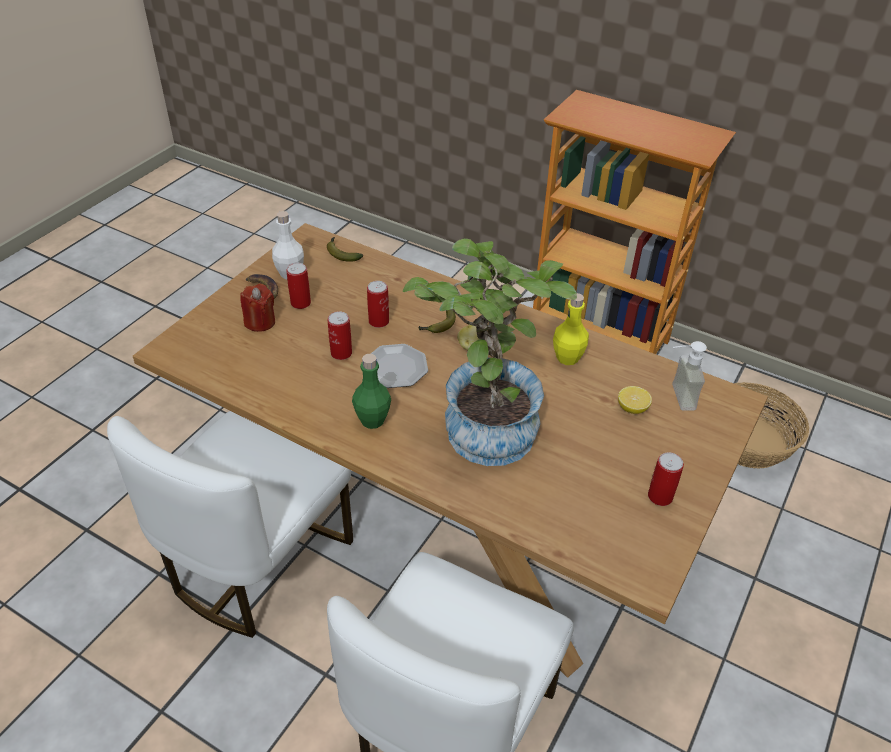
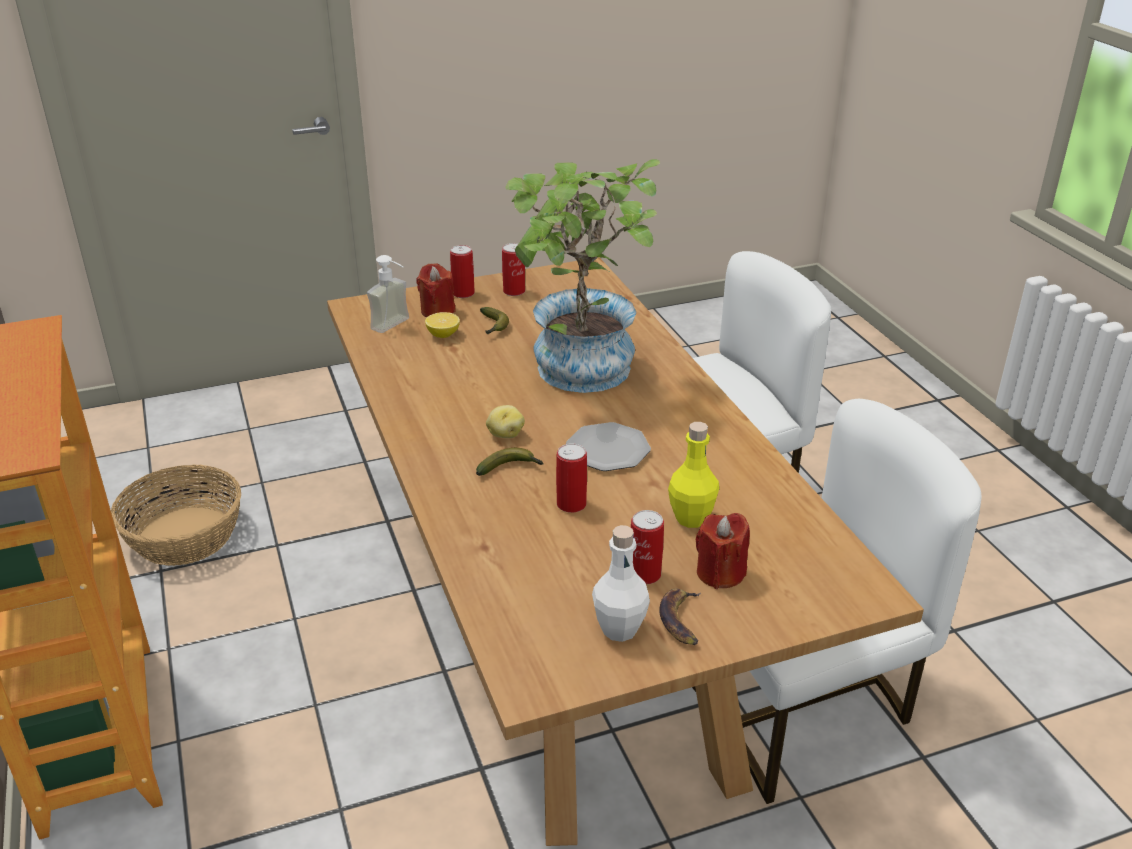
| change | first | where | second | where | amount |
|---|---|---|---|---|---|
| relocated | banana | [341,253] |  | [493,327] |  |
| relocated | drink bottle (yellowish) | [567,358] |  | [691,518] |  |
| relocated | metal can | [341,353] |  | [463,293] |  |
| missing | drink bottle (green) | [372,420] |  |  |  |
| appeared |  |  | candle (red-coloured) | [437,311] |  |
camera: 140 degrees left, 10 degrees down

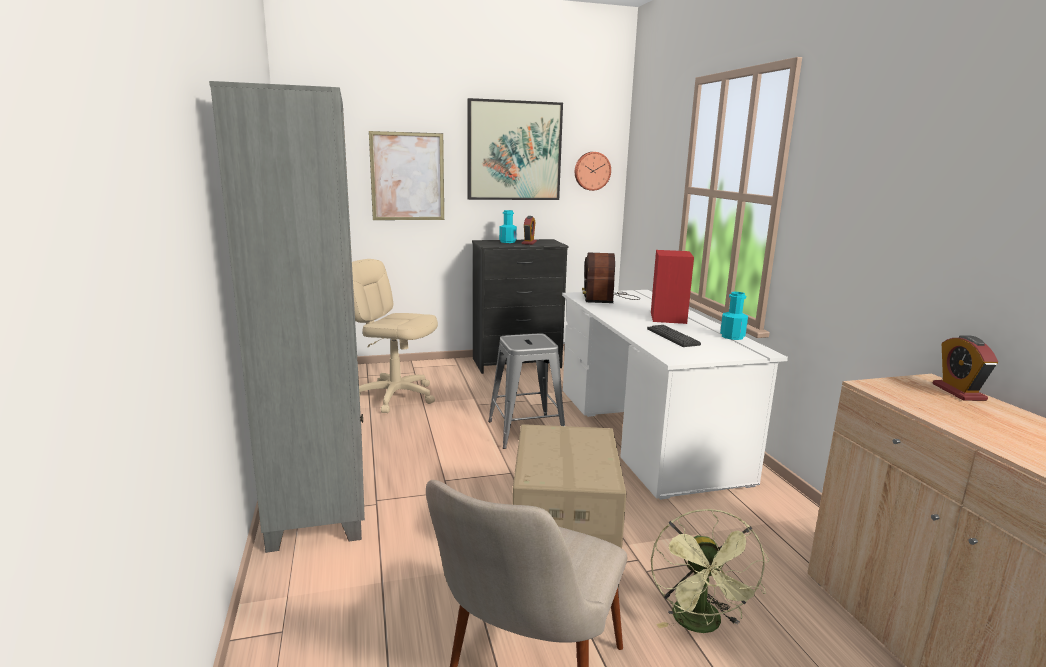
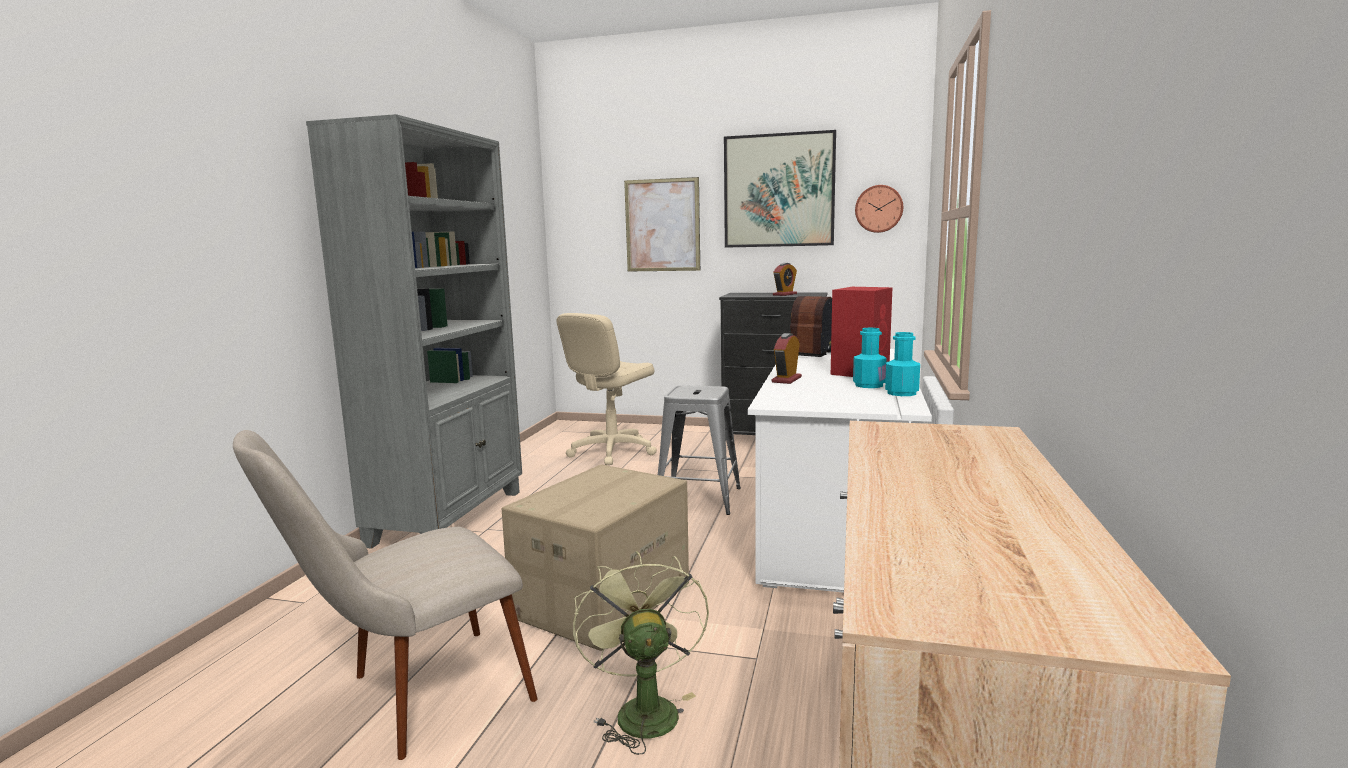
| change | first | where | second | where | amount |
|---|---|---|---|---|---|
| relocated | drink bottle (turquoise) | [507,242] |  | [869,385] |  |
| spun | office chair (sand-coloured) | [395,396] |  | [611,451] | 105 degrees counterclockwise |
| missing | keyboard | [672,336] |  |  |  |
| relocated | bedside clock | [958,392] |  | [786,379] |  |
| spun | fan (green) | [701,625] |  | [642,709] | 135 degrees clockwise |
camera: 30 degrees right, 5 degrees down

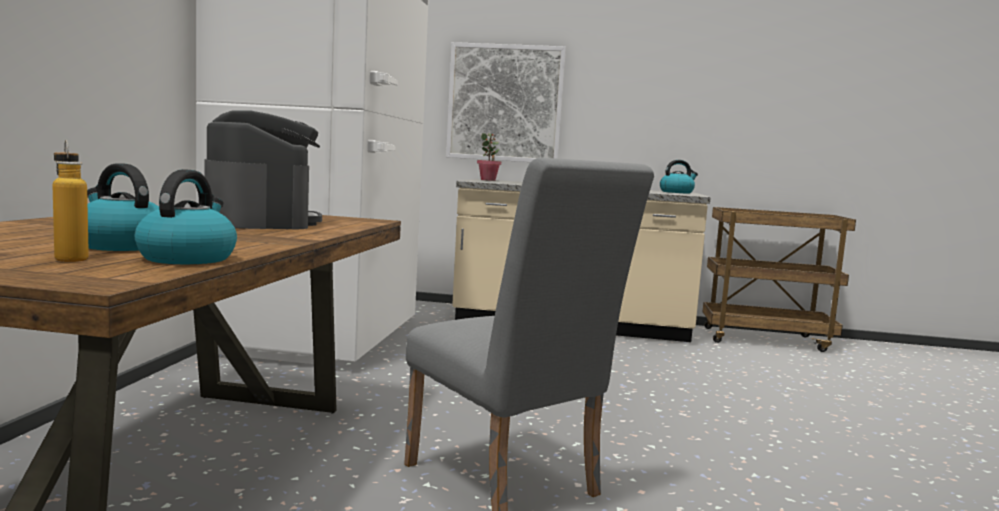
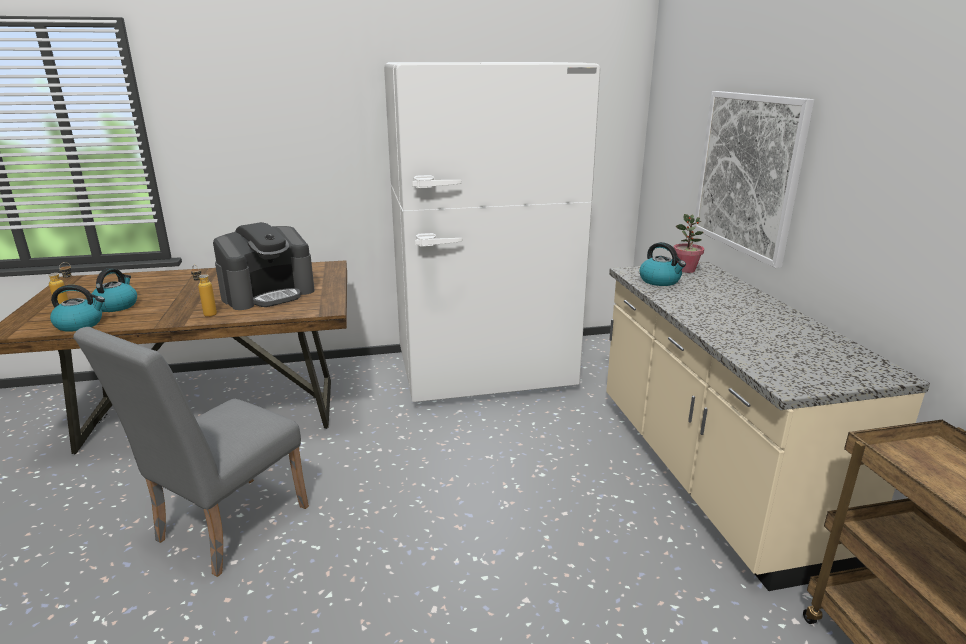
| change | first | where | second | where | amount |
|---|---|---|---|---|---|
| relocated | tea kettle | [677,192] |  | [660,281] |  |
| appeared |  |  | drink bottle | [207,313] |  |
camera: 70 degrees right, 15 degrees up

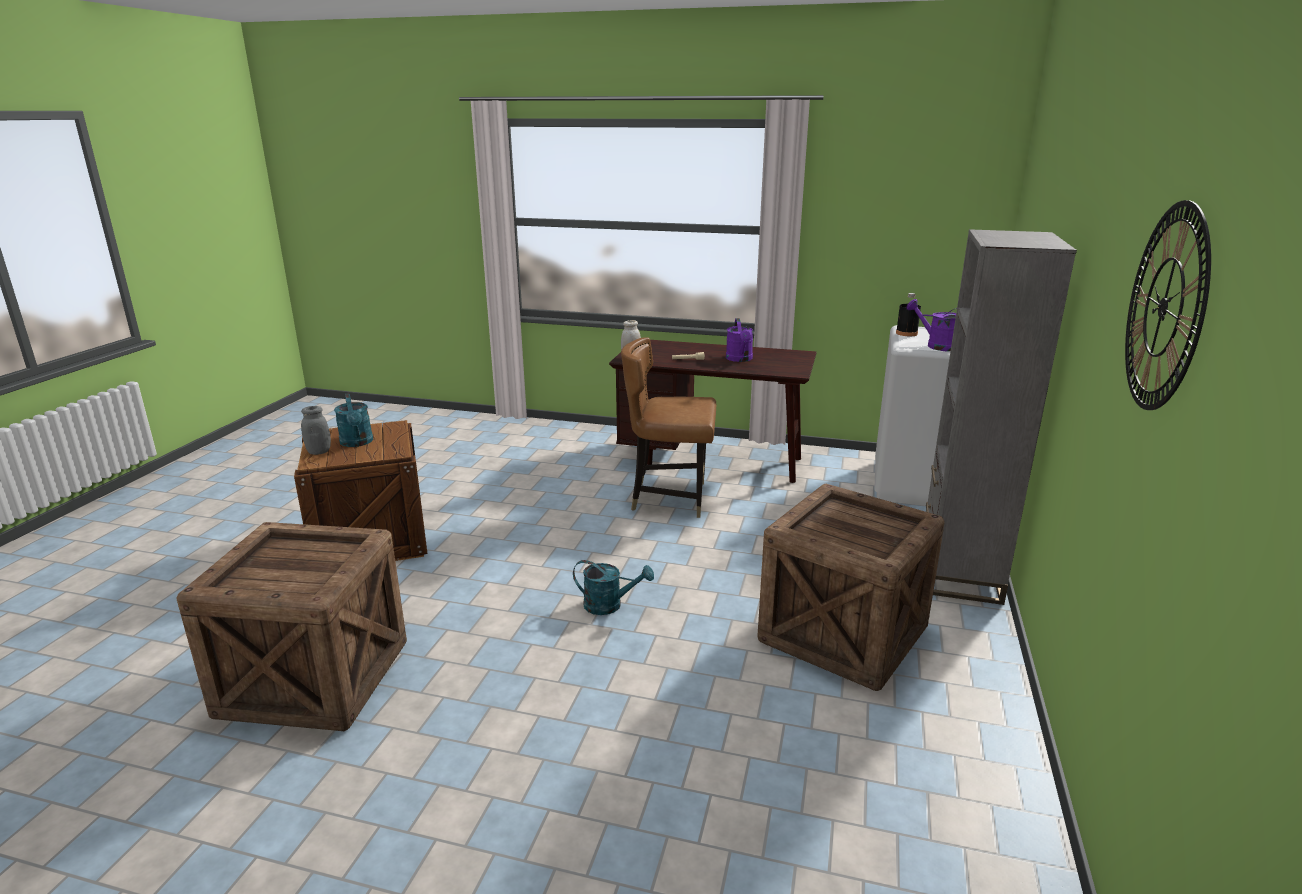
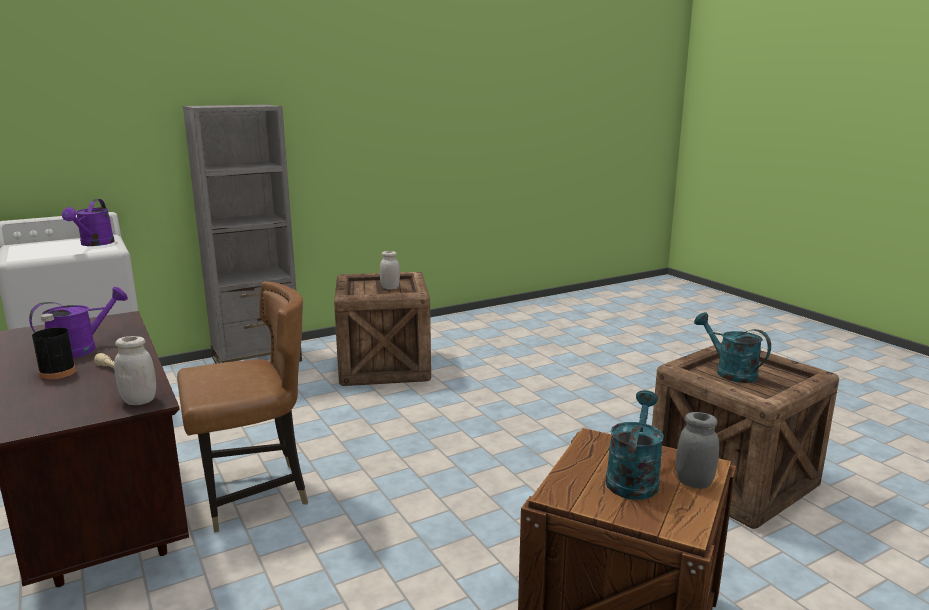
| change | first | where | second | where | amount |
|---|---|---|---|---|---|
| missing | wall clock | [1164,307] |  |  |  |
| relocated | drink bottle (black) | [906,333] |  | [57,373] |  |
| spun | chair (brownish) | [669,498] |  | [254,494] | 75 degrees counterclockwise |
| relocated | watering pot (turquoise) | [610,605] |  | [729,372] |  |
| appeared |  |  | storage jar (whitish) | [390,288] |  |
camera: 135 degrees left, 5 degrees down

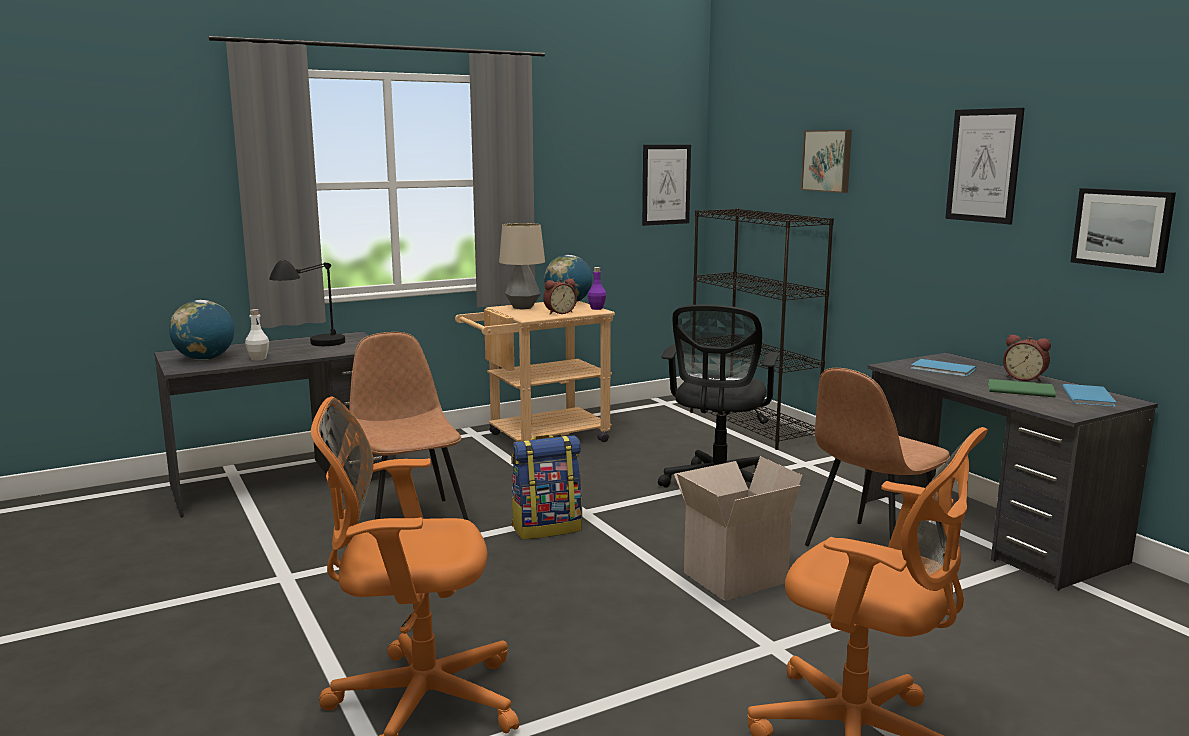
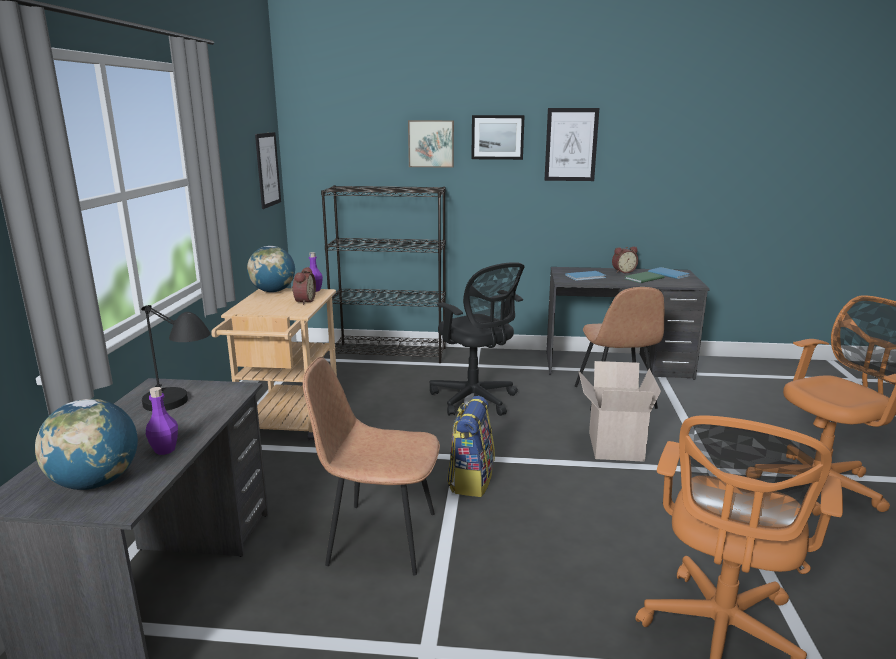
| change | first | where | second | where | amount |
|---|---|---|---|---|---|
| relocated | picture | [1122,229] |  | [497,137] |  |
| missing | tabletop lamp | [522,307] |  |  |  |
| colour | drink bottle (whitish) | [258,358] | drink bottle (purple) | [165,450] |  |
camera: 55 degrees left, 5 degrees up

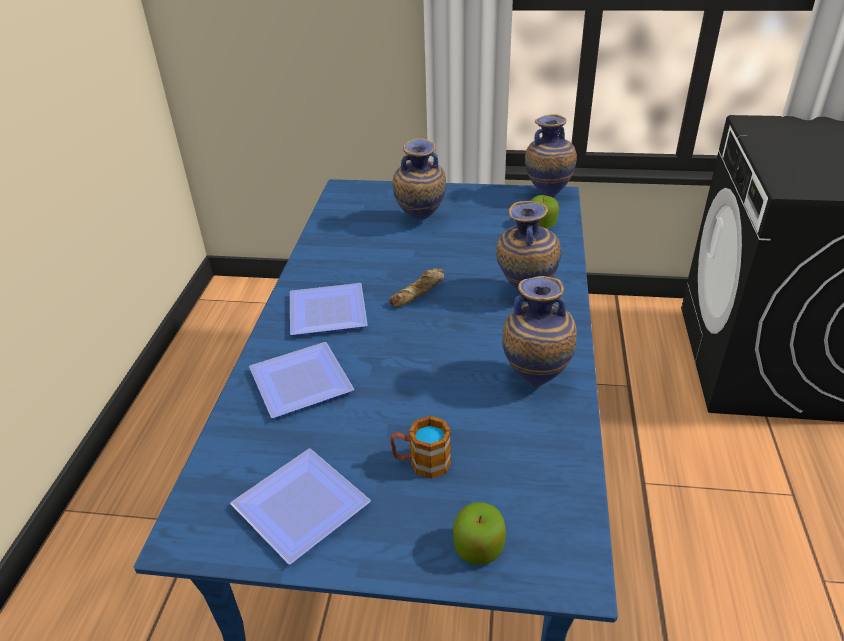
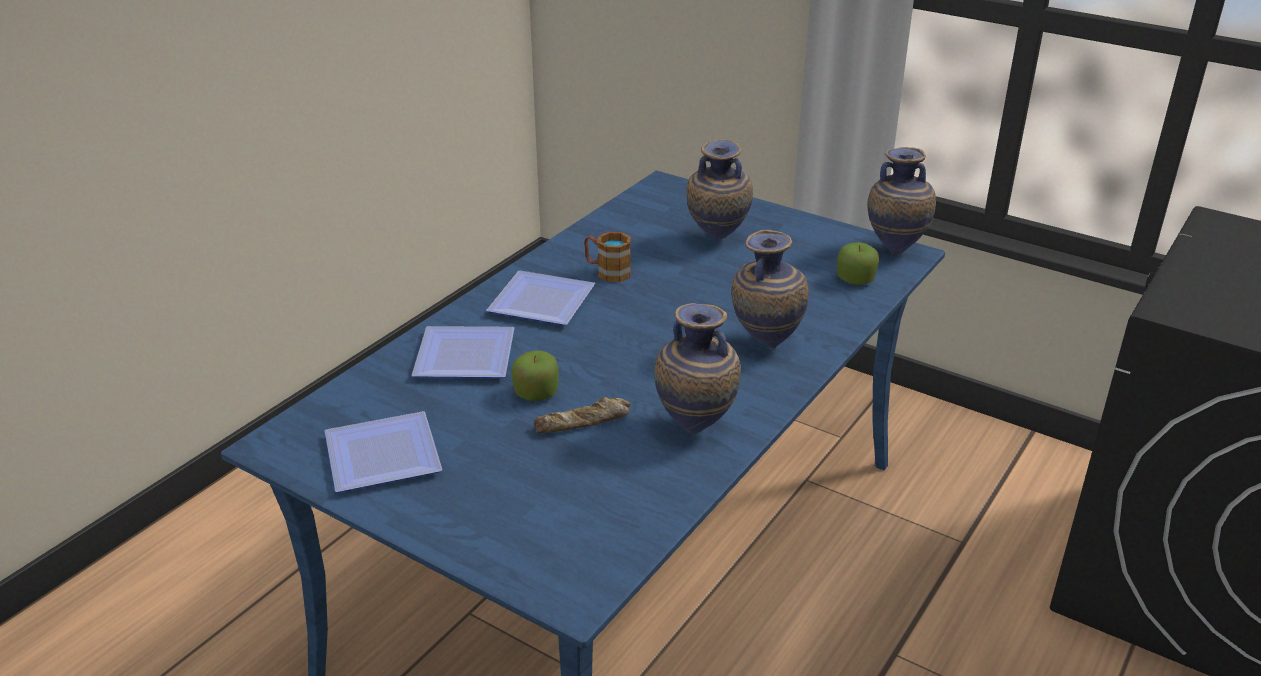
| change | first | where | second | where | amount |
|---|---|---|---|---|---|
| relocated | bakery bread | [419,292] |  | [584,422] |  |
| relocated | mug | [421,462] |  | [607,272] |  |
| relocated | whole apple | [478,547] |  | [536,393] |  |
camera: 25 degrees right, 5 degrees down

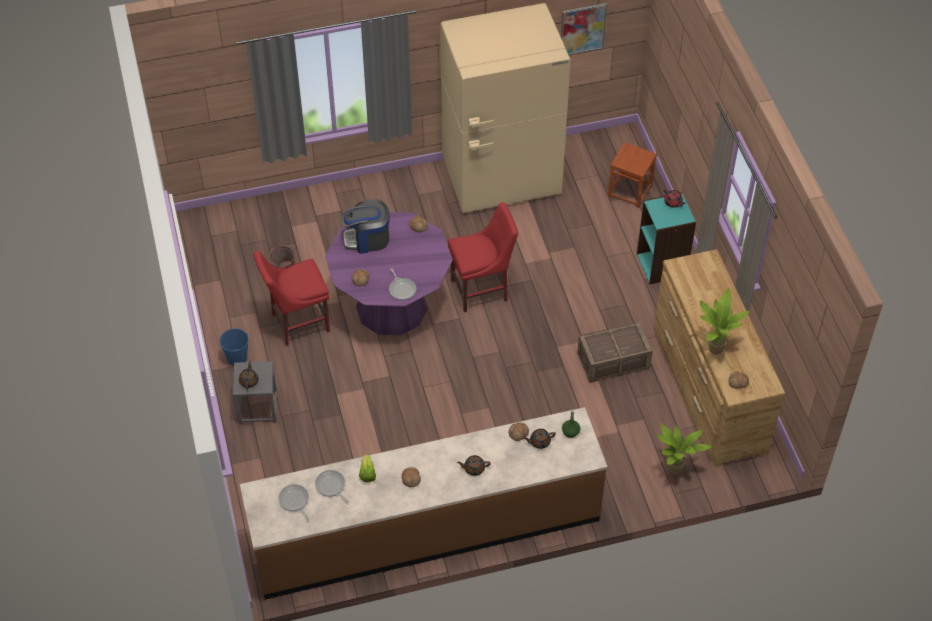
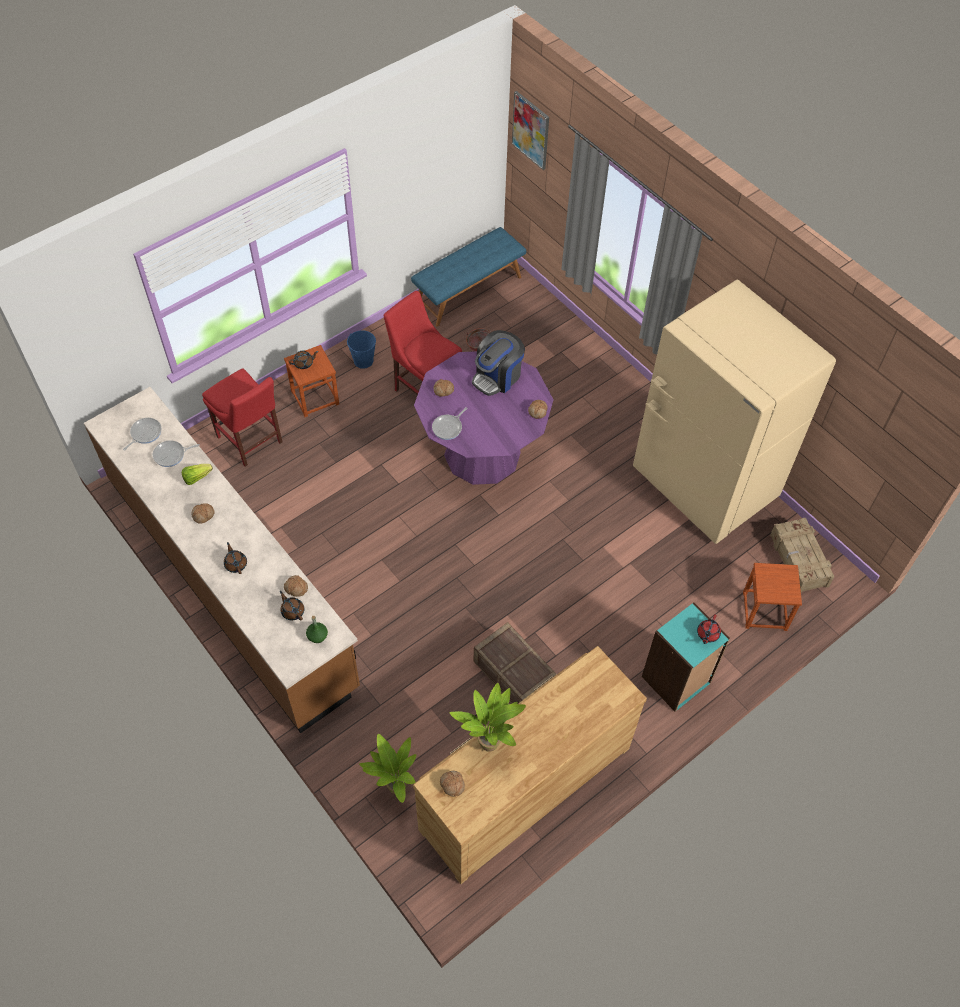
| change | first | where | second | where | amount |
|---|---|---|---|---|---|
| relocated | picture | [582,29] |  | [531,130] |  |
| spun | coffee brewer | [367,239] |  | [497,376] | 105 degrees counterclockwise |
| relocated | chair (red-coloured) | [482,290] |  | [251,442] |  |
| colour | sitting stool (grey) | [257,408] | sitting stool (brownish) | [315,397] |  |
| spun | pan | [331,486] |  | [171,455] | 135 degrees counterclockwise |
| appeared |  |  | bench (bluish) | [468,290] |  |
| appeared |  |  | packing crate | [798,561] |  |
camera: 65 degrees right, 5 degrees up

